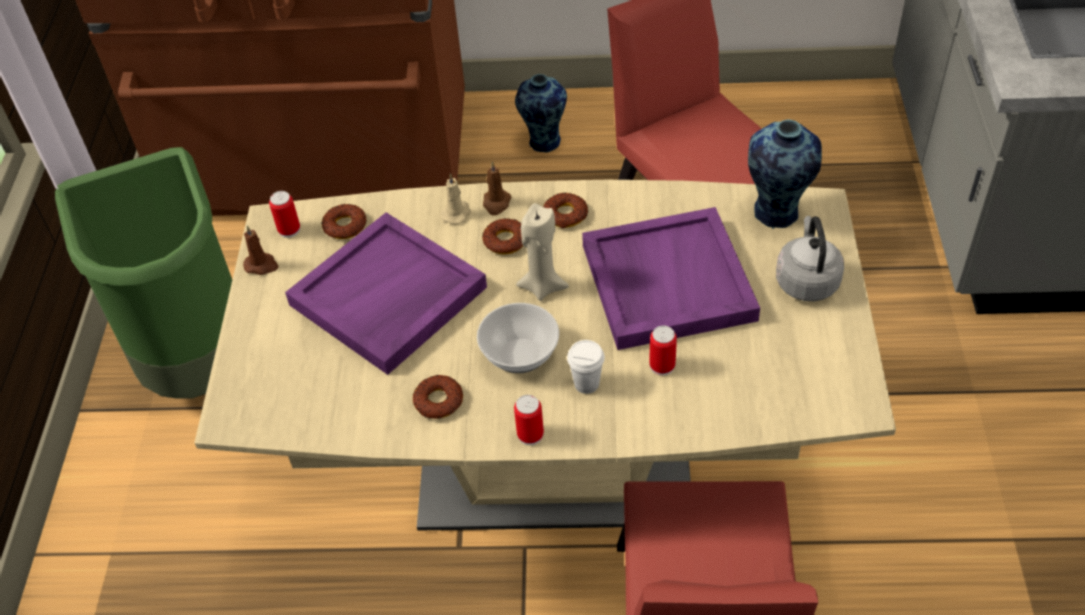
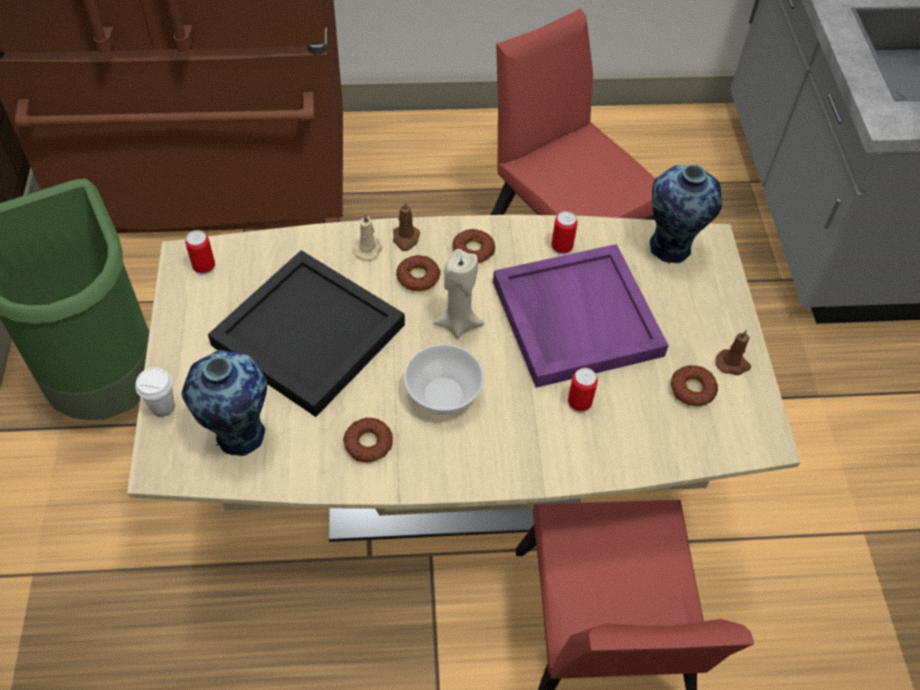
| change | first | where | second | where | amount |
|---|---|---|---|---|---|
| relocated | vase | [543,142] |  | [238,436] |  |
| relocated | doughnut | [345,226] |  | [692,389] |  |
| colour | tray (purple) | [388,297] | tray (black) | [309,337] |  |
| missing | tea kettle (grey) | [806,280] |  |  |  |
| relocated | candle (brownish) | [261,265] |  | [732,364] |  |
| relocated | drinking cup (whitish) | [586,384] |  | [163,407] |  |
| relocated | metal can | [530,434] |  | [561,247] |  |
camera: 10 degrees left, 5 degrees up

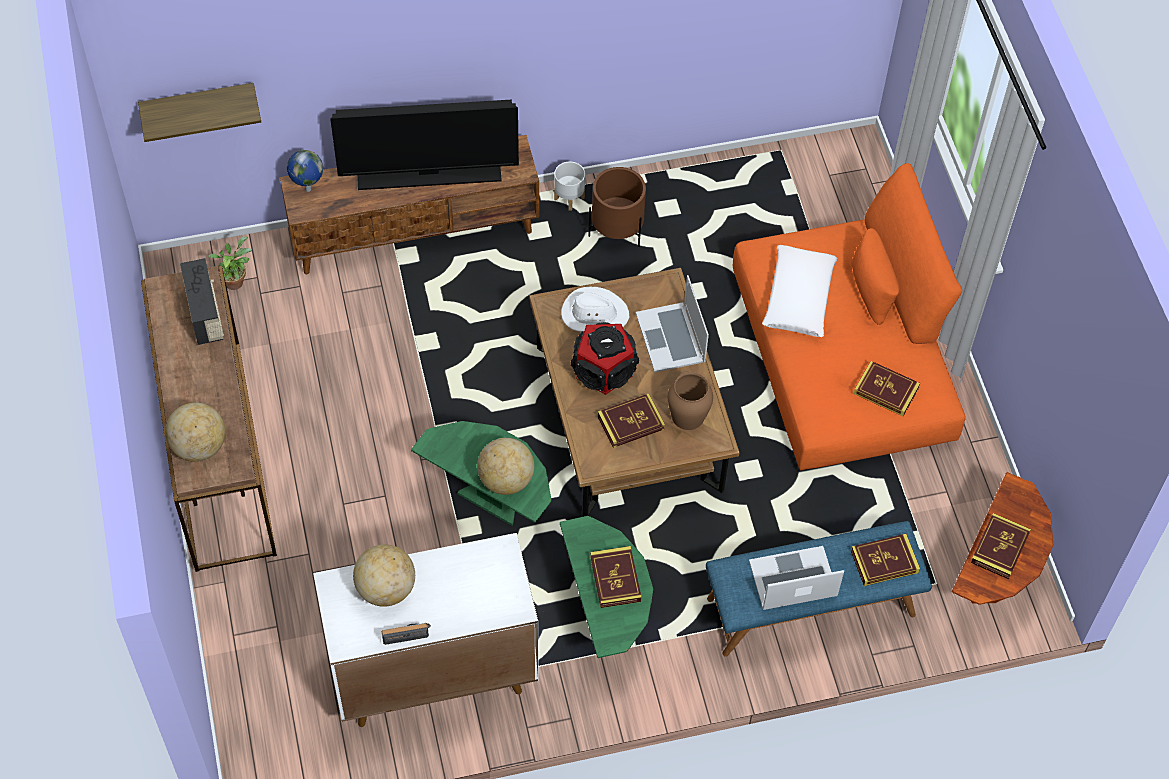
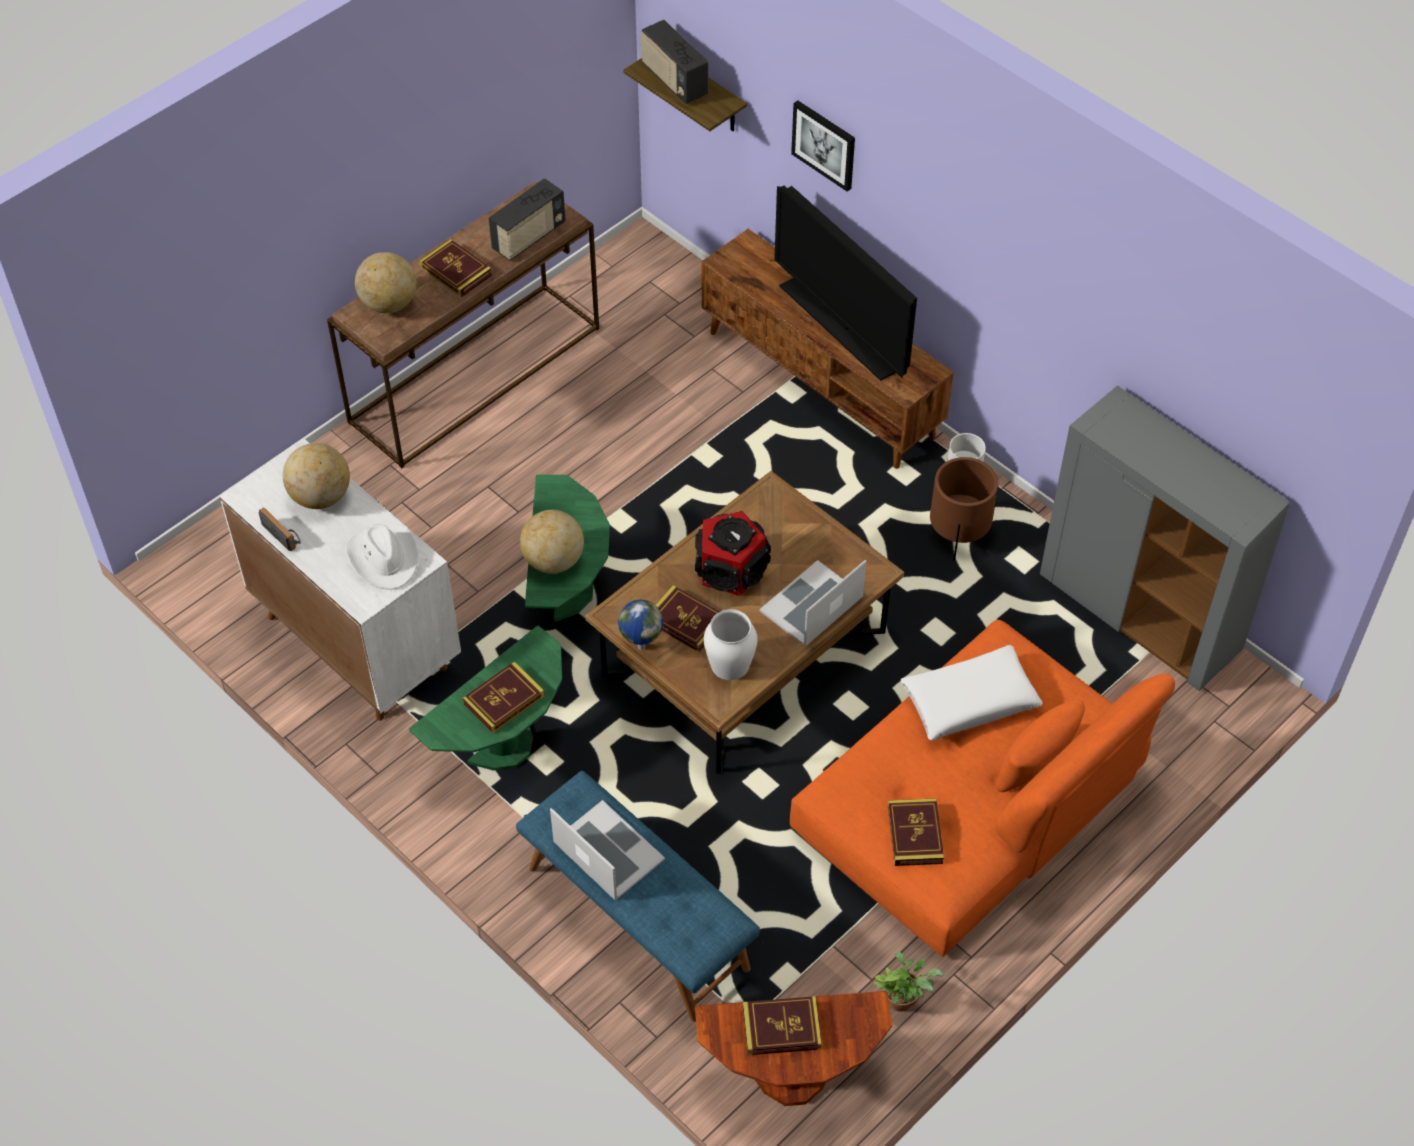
| change | first | where | second | where | amount |
|---|---|---|---|---|---|
| relocated | desk globe | [307,189] |  | [641,646] |  |
| relocated | potted plant | [234,280] |  | [903,999] |  |
| relocated | wearable hat (whitish) | [594,314] |  | [384,558] |  |
| colour | vase (brownish) | [687,415] | vase (whitish) | [730,663] |  |
| relocated | book | [884,562] |  | [456,271] |  |
| appeared |  |  | radio receiver | [674,80] |  |
| appeared |  |  | picture | [824,144] |  |
| appeared |  |  | storage cabinet (grey) | [1140,614] |  |
camera: 60 degrees right, 5 degrees down

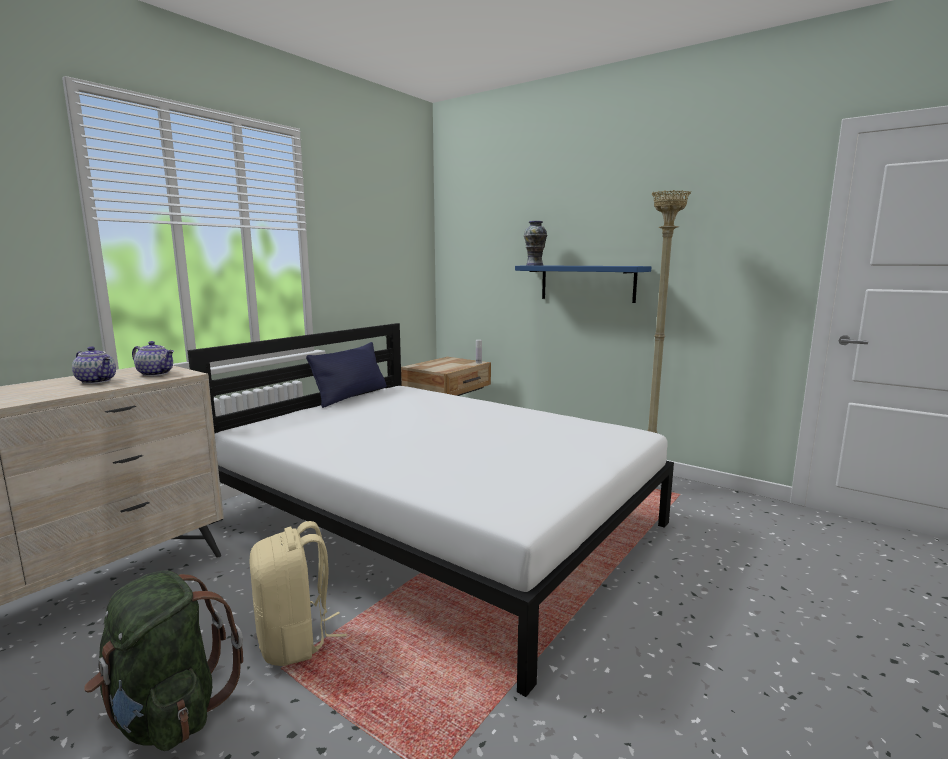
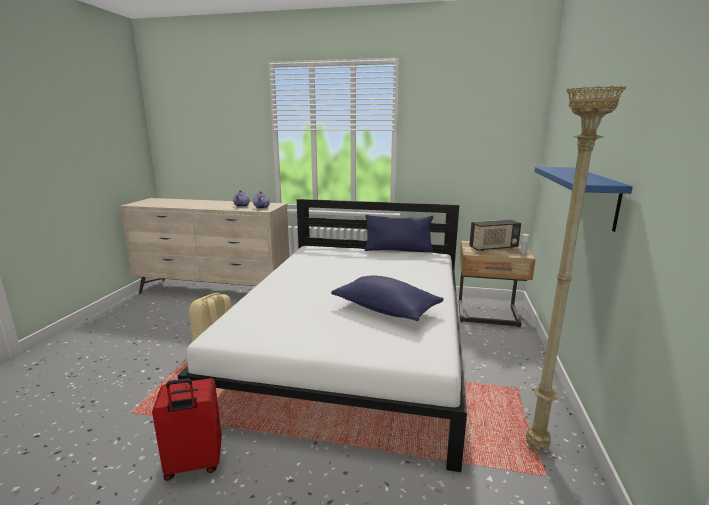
| change | first | where | second | where | amount |
|---|---|---|---|---|---|
| missing | vase | [535,265] |  |  |  |
| missing | rucksack (green) | [168,713] |  |  |  |
| appeared |  |  | radio receiver | [493,248] |  |
| appeared |  |  | cushion (bluish) | [386,310] |  |
| appeared |  |  | suitcase (red-coloured) | [194,465] |  |
camera: 65 degrees right, 5 degrees up

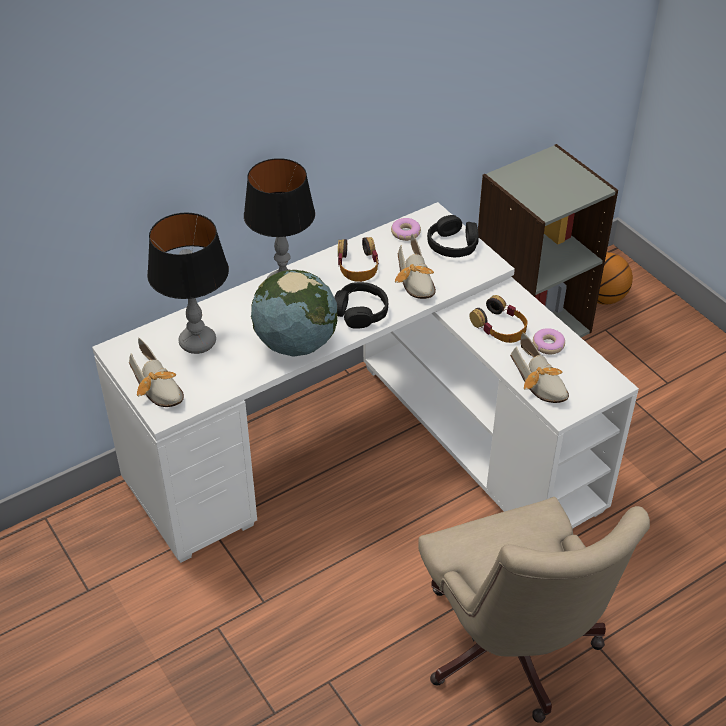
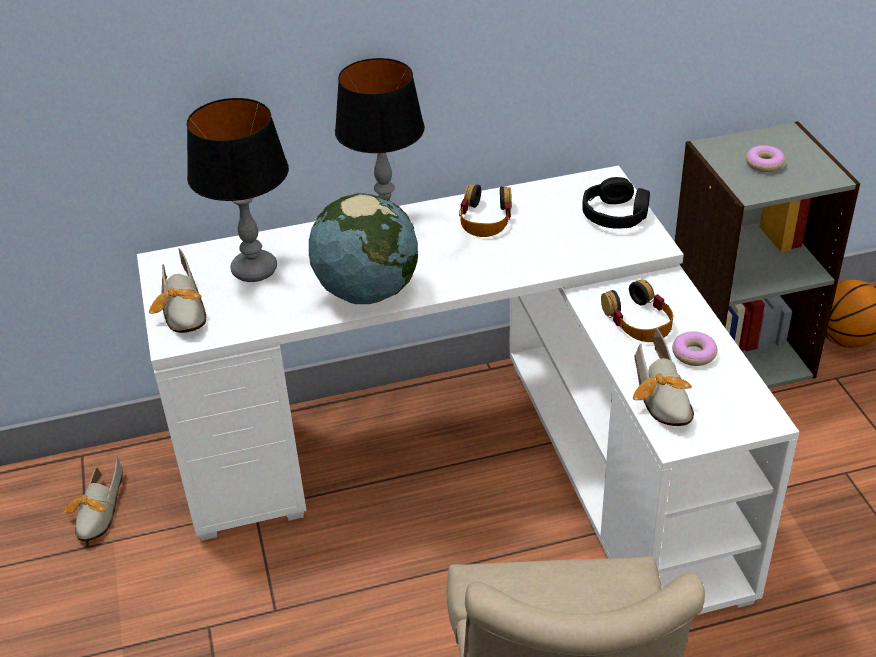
| change | first | where | second | where | amount |
|---|---|---|---|---|---|
| relocated | doughnut | [405,233] |  | [764,164] |  |
| relocated | shoe | [416,281] |  | [98,513] |  |
| missing | pair of headphones (black) | [360,312] |  |  |  |
camera: 20 degrees right, 5 degrees down

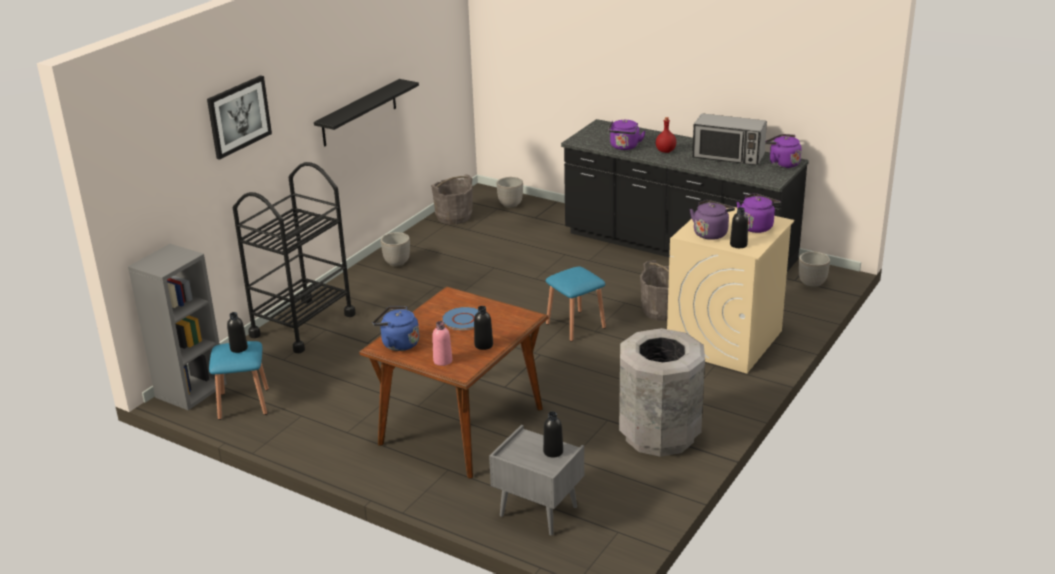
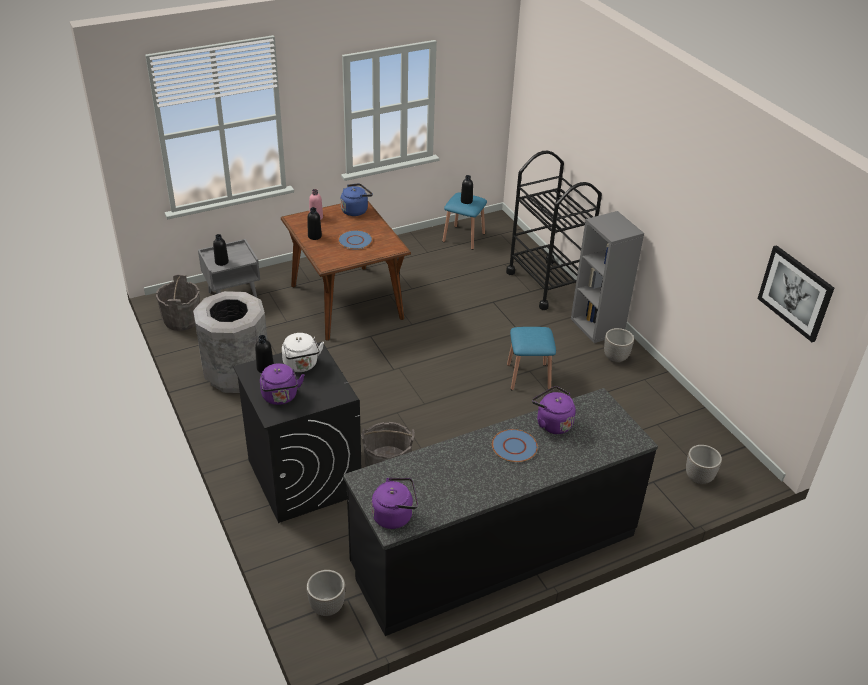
| change | first | where | second | where | amount |
|---|---|---|---|---|---|
| relocated | picture | [238,116] |  | [795,292] |  |
| missing | shelf (black) | [359,113] |  |  |  |
| missing | microwave oven | [728,156] |  |  |  |
| exchanged | drink bottle (red-coloured) | [665,151] | flat dish (bluish) | [514,446] |  |
| relocated | water bucket (grey) | [454,217] |  | [182,320] |  |
| colour | tea kettle (purple) | [711,233] | tea kettle (whitish) | [301,365] |  |
| colour | laundry machine (sand-coloured) | [724,341] | laundry machine (black) | [303,476] |  |
| relocated | bookcase (grey) | [191,390] |  | [598,326] |  |
| relocated | sitting stool (bluish) | [575,325] |  | [528,376] |  |
camera: 120 degrees right, 10 degrees up

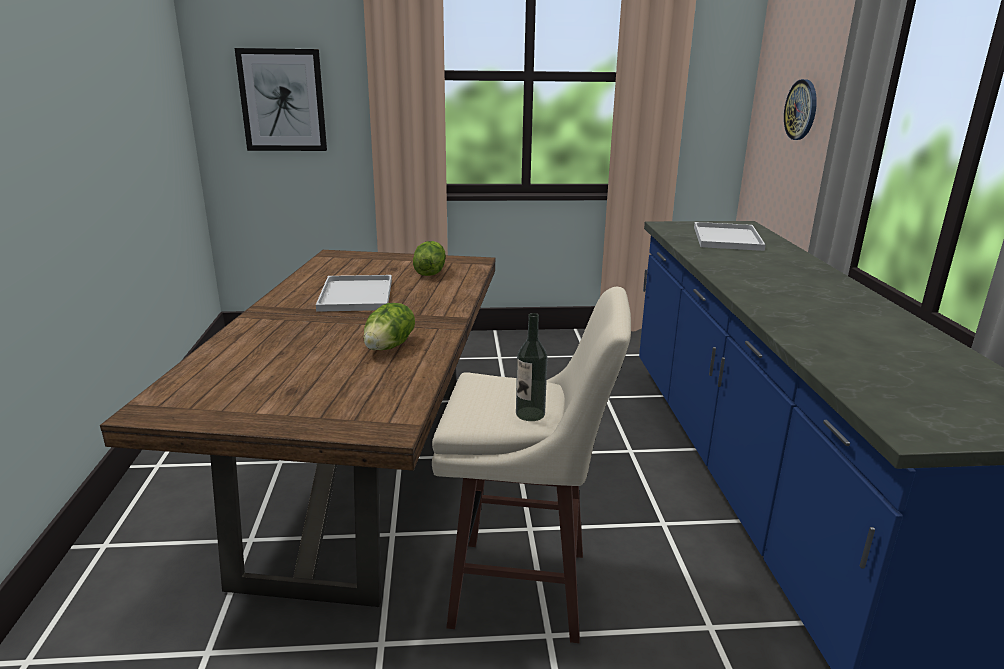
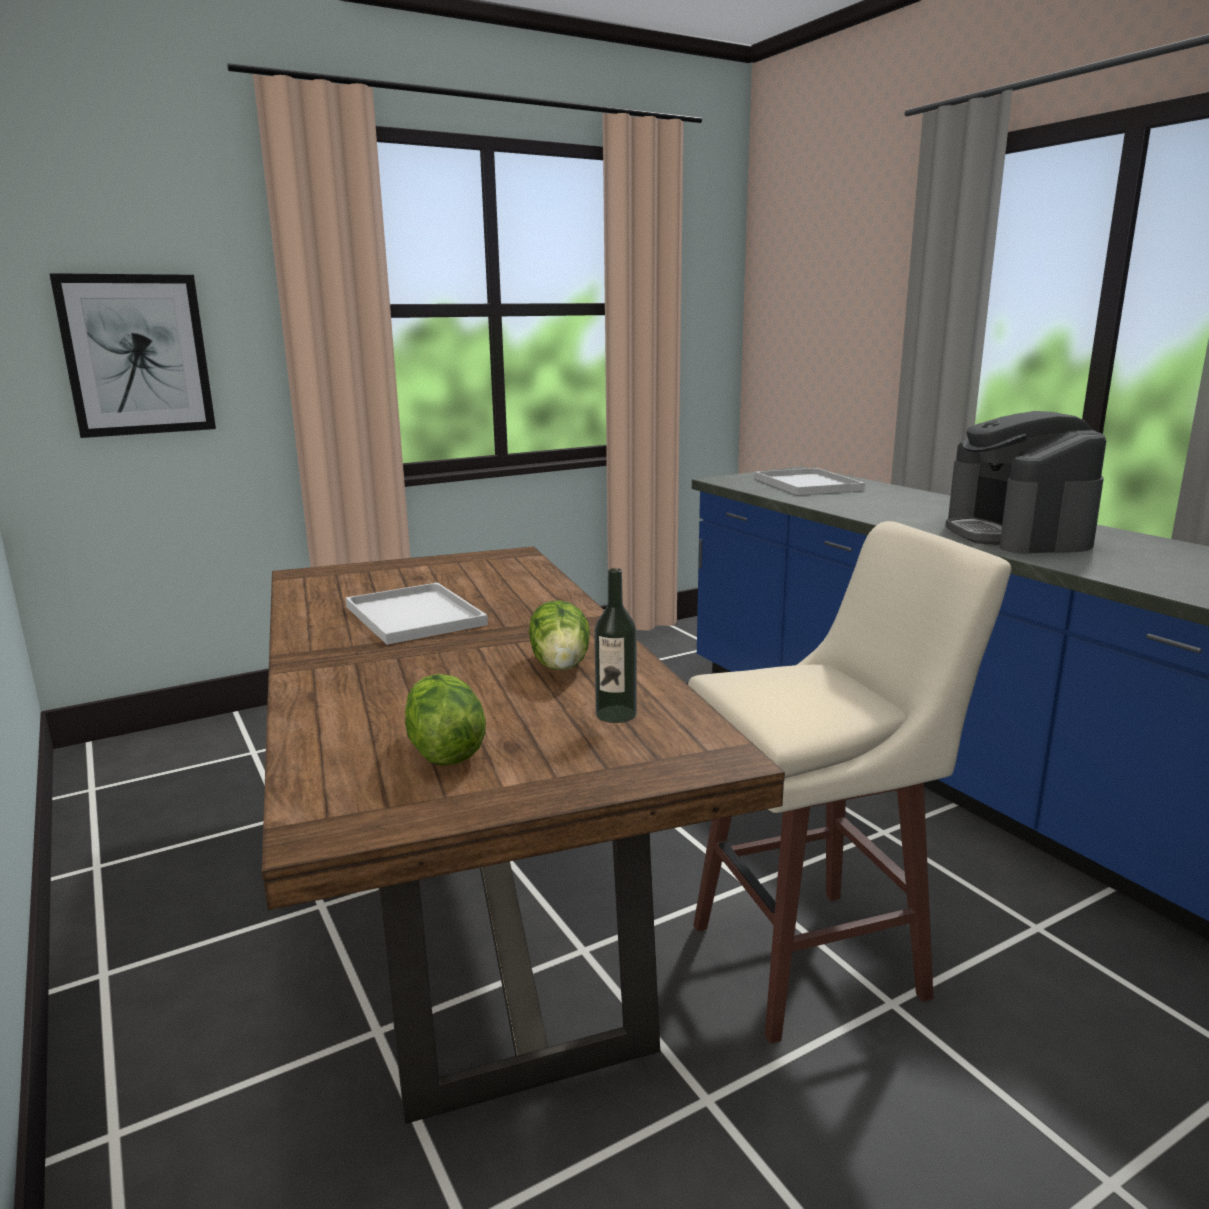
| change | first | where | second | where | amount |
|---|---|---|---|---|---|
| missing | wall clock | [801,110] |  |  |  |
| relocated | lettuce head | [429,272] |  | [443,751] |  |
| relocated | drink bottle | [530,414] |  | [616,714] |  |
| appeared |  |  | coffee brewer | [1017,535] |  |
camera: 25 degrees left, 5 degrees down

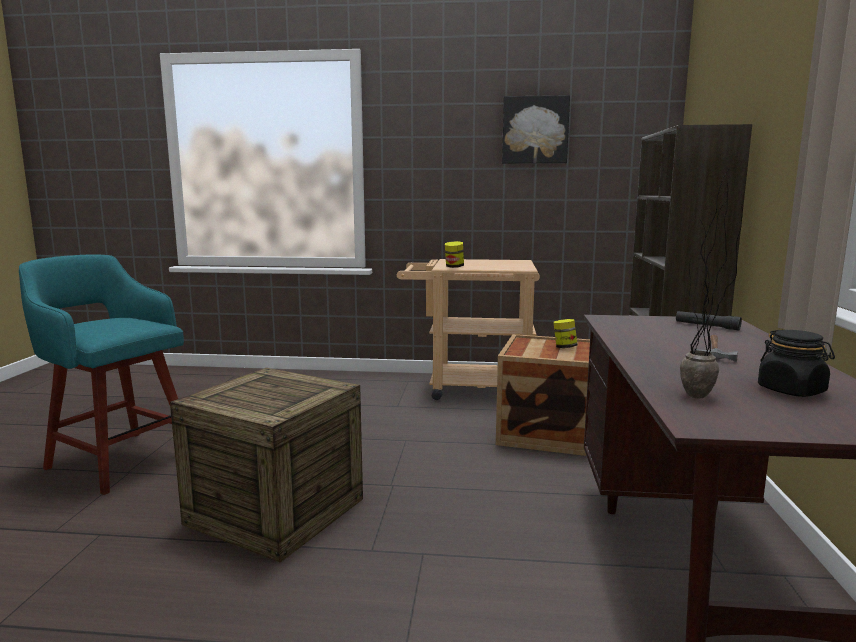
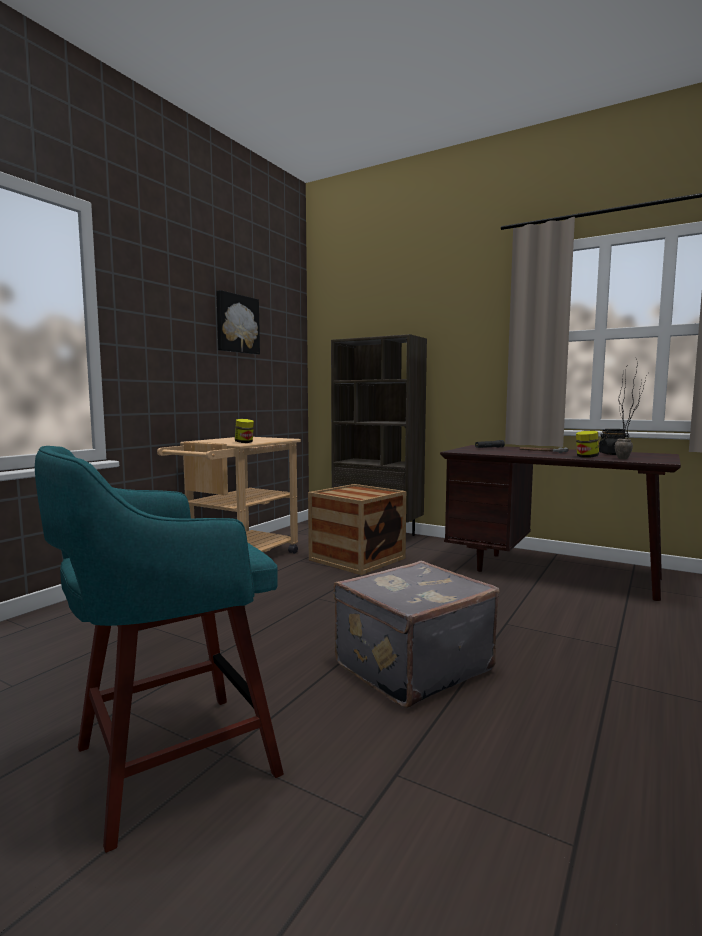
| change | first | where | second | where | amount |
|---|---|---|---|---|---|
| relocated | storage jar | [564,347] |  | [586,457] |  |
| exchanged | packing crate | [275,511] | suitcase (grey) | [410,666] |  |
camera: 65 degrees left, 5 degrees down

